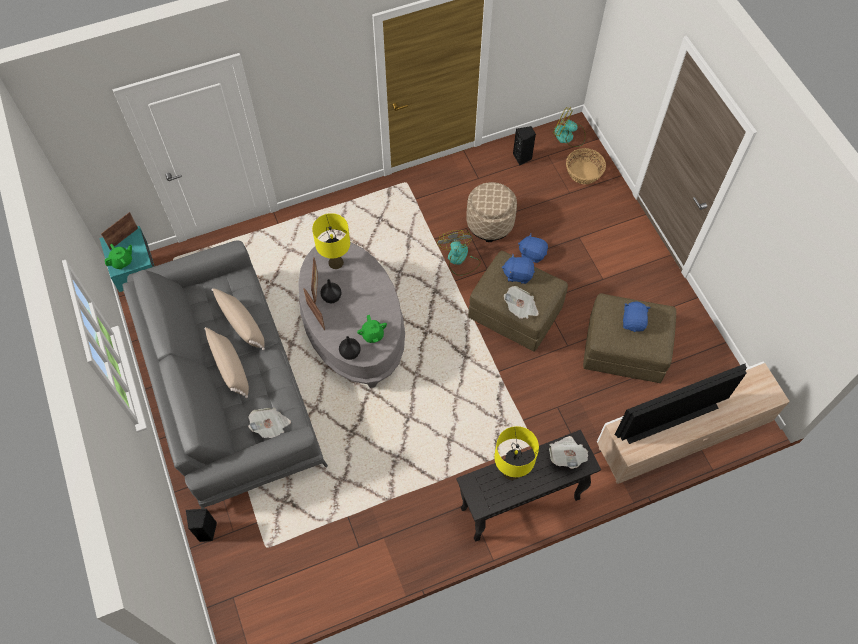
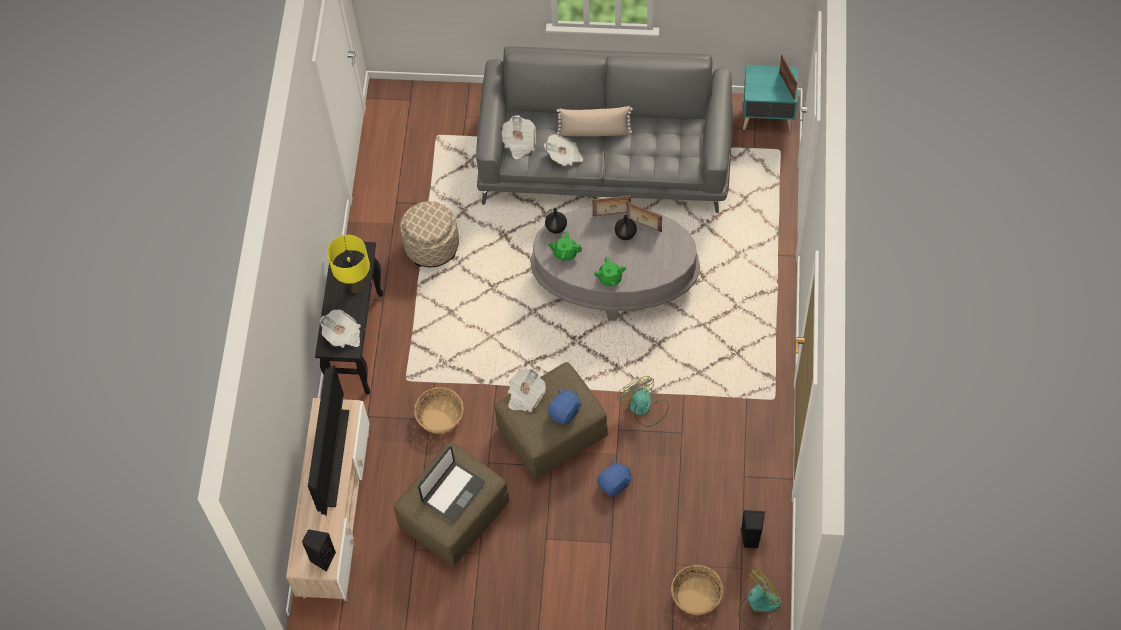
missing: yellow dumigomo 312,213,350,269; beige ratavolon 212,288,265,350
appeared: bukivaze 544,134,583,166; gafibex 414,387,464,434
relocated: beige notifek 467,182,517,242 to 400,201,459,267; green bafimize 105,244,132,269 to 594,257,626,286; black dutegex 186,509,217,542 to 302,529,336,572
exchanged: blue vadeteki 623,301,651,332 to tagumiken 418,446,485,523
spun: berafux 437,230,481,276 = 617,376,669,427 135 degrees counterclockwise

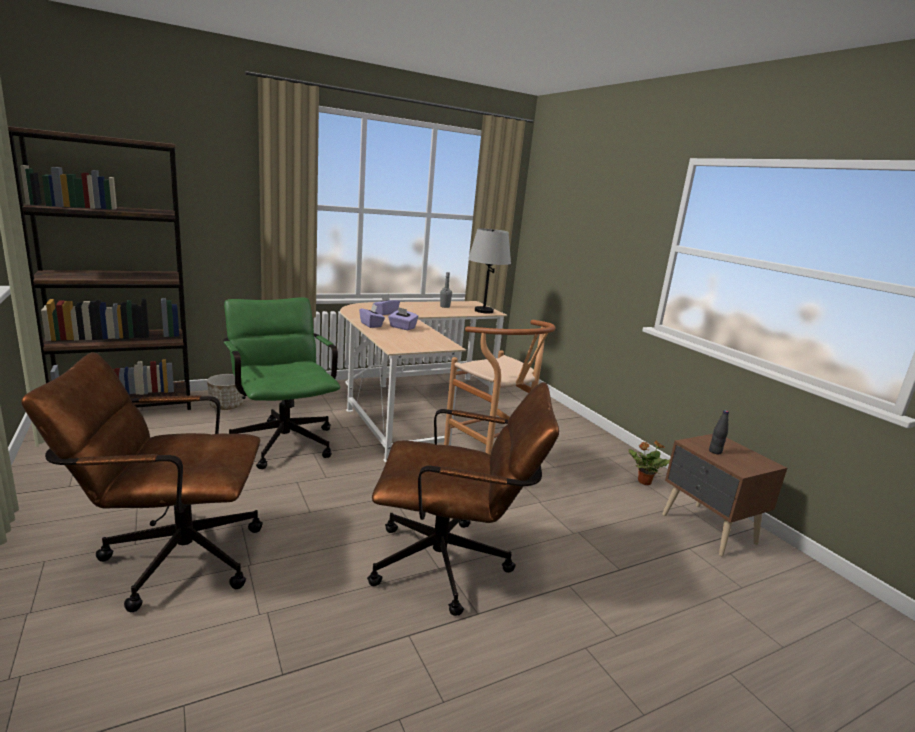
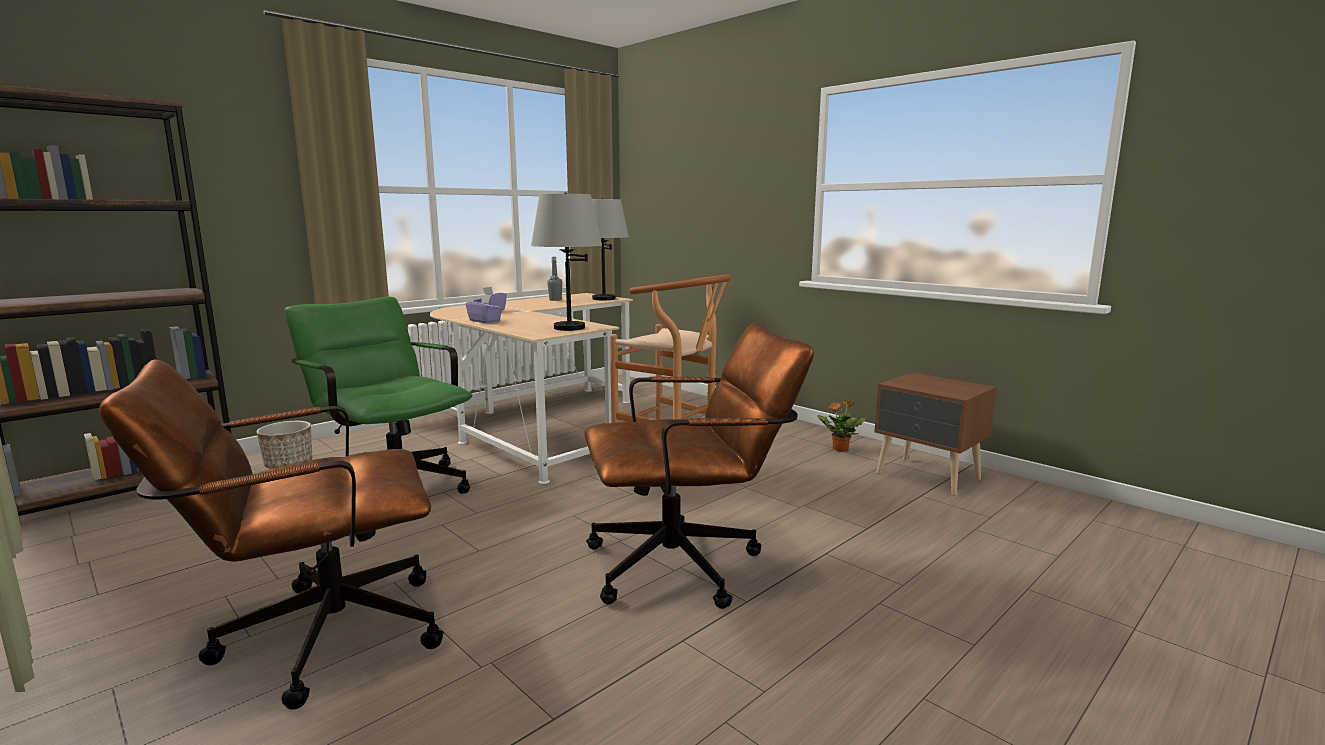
missing: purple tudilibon 388,307,419,330; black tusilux 709,410,729,454
appeared: grey dumigomo 531,192,602,331

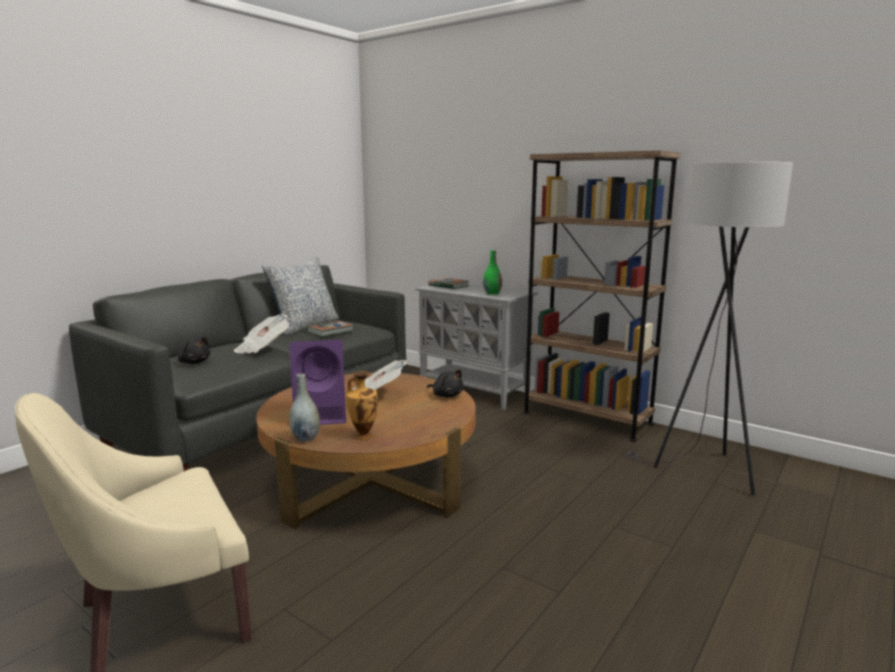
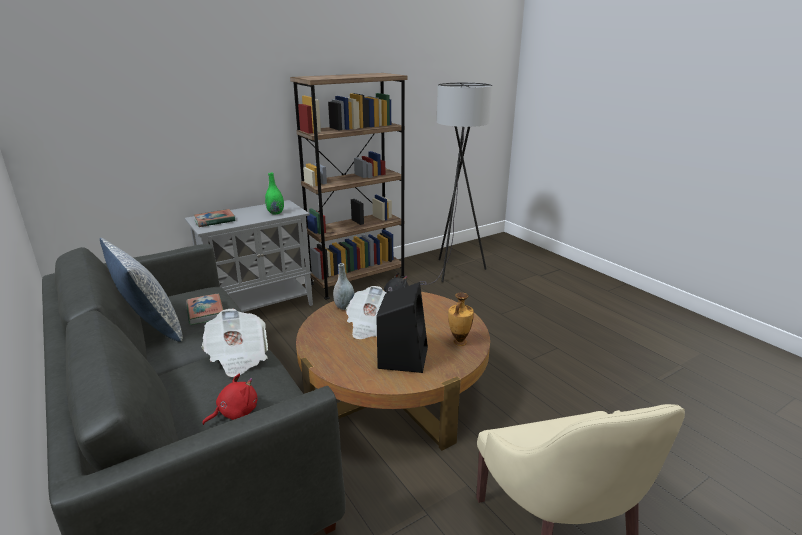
relocated: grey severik 289,374,320,442 to 333,263,355,310
colour: black vadeteki 178,337,211,364 to red vadeteki 202,374,258,425; purple dutegex 289,340,346,425 to black dutegex 376,282,428,373

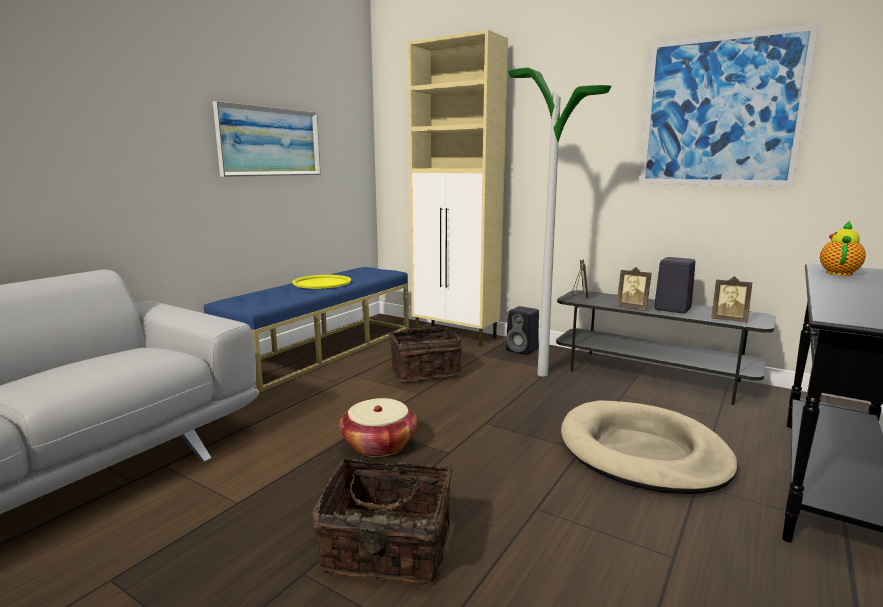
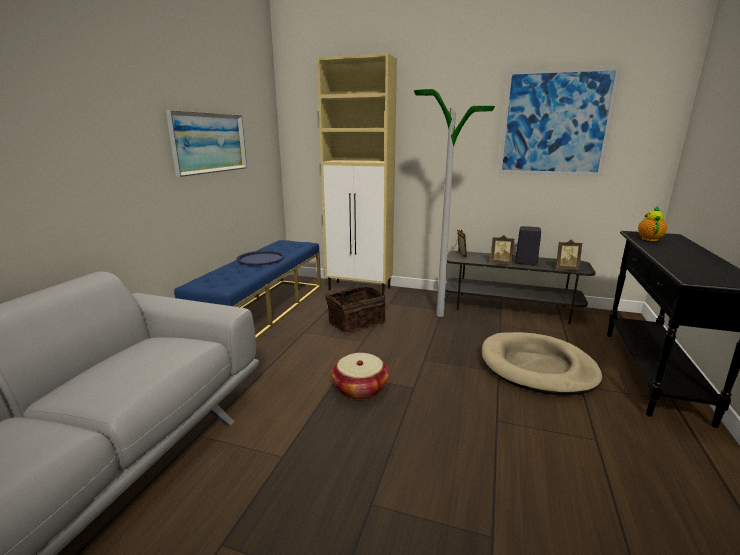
missing: black dutegex 506,306,539,355; gafibex 311,458,452,584
colour: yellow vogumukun 292,275,351,289 to blue vogumukun 236,251,285,266

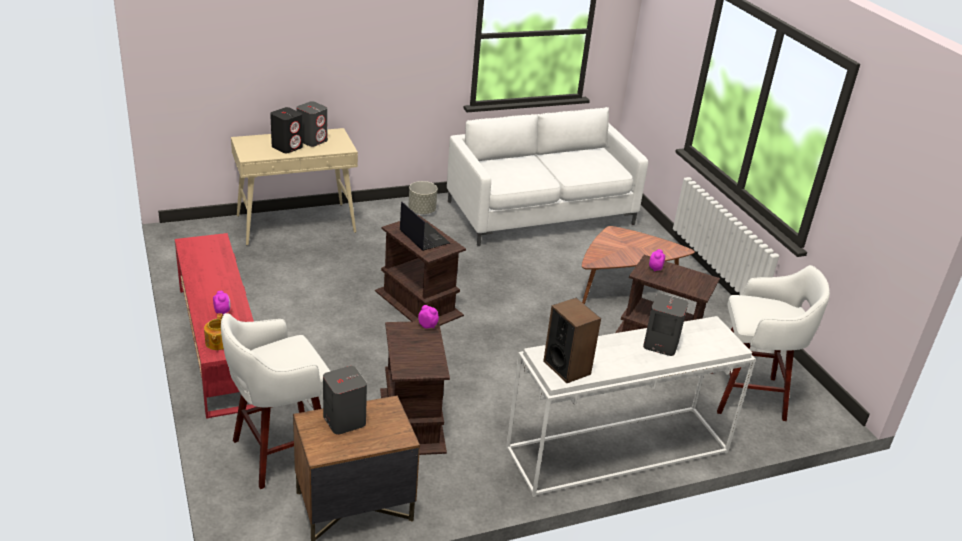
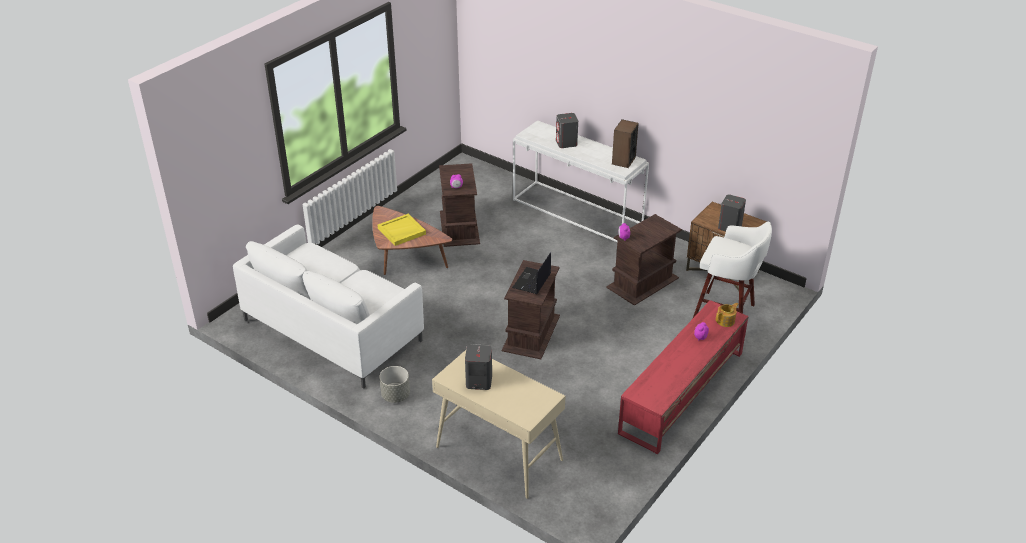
missing: black dutegex 270,107,303,153; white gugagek 711,265,830,421
appeared: yellow vogumukun 378,214,426,246

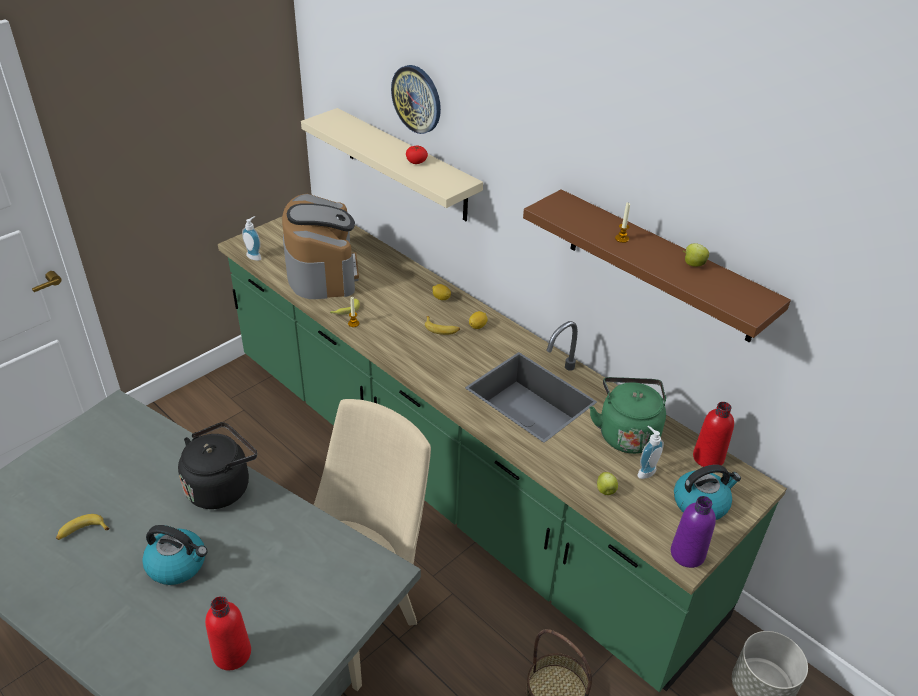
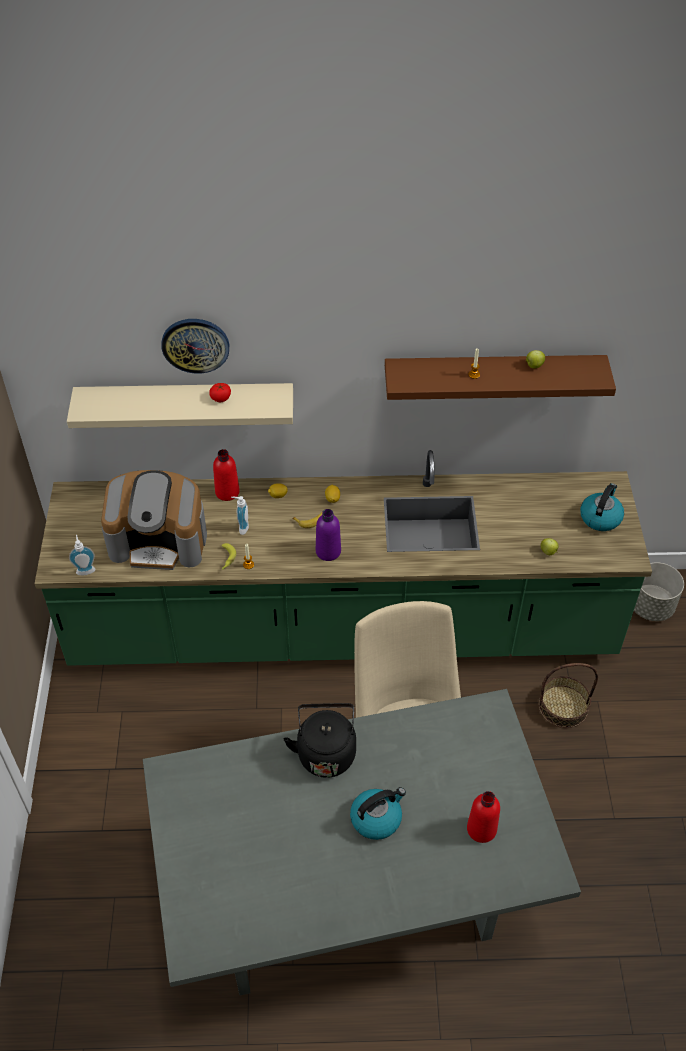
missing: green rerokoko 589,377,666,454; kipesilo 56,514,110,540
relocated: red tusilux 693,402,734,467 to 213,449,240,501; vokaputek 638,426,664,479 to 231,496,249,535; purple tusilux 671,496,716,568 to 316,509,341,561
spun: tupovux 282,194,359,299 = 101,470,207,570 150 degrees clockwise

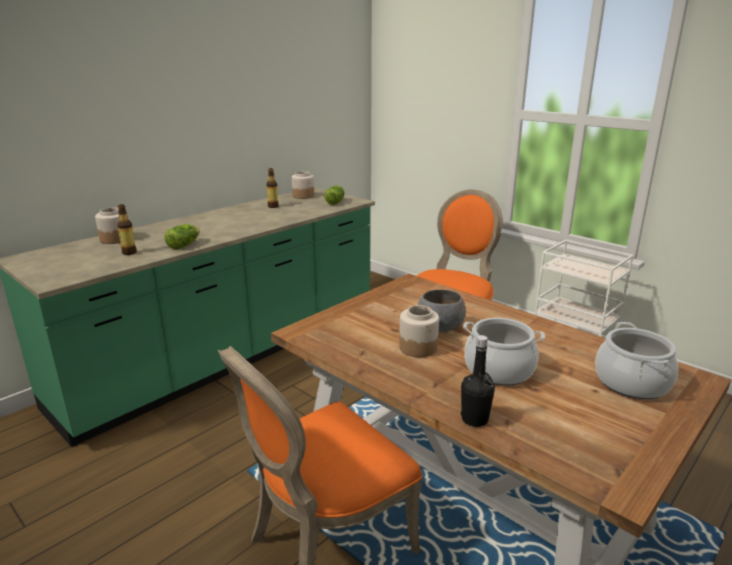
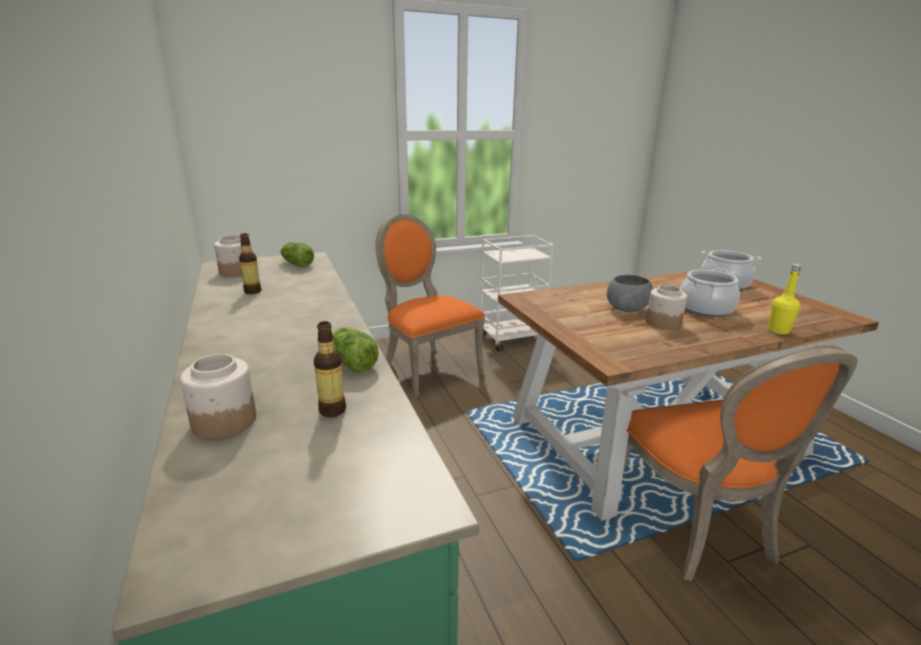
colour: black tusilux 461,335,495,427 to yellow tusilux 768,264,802,334

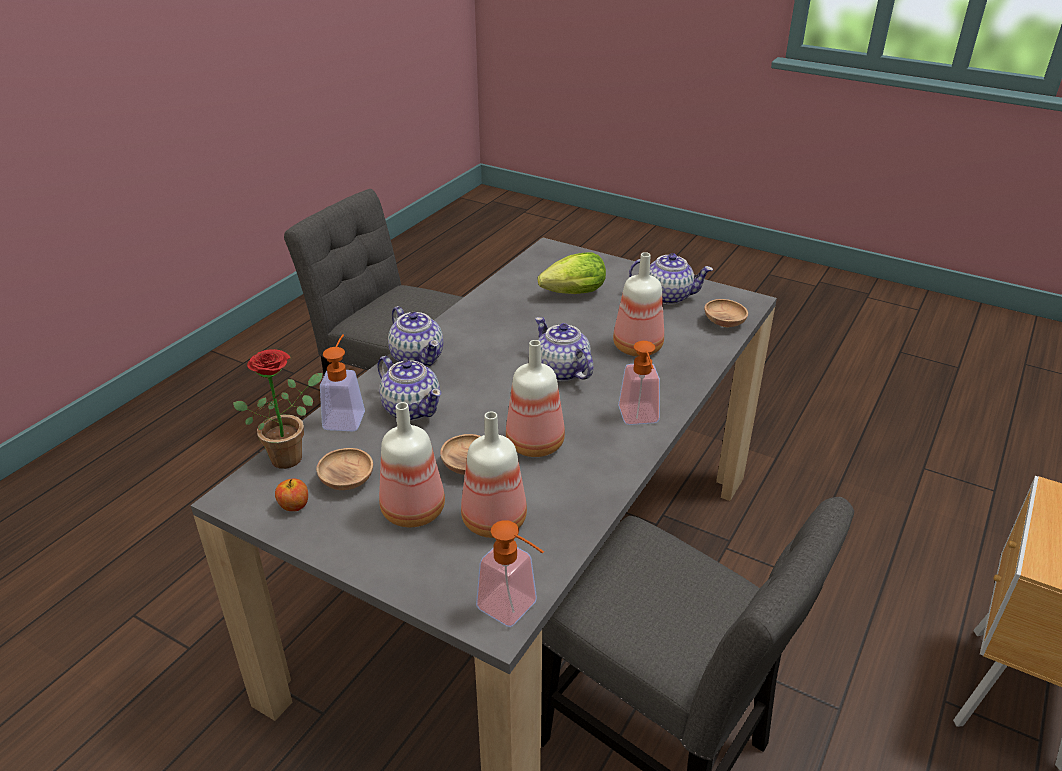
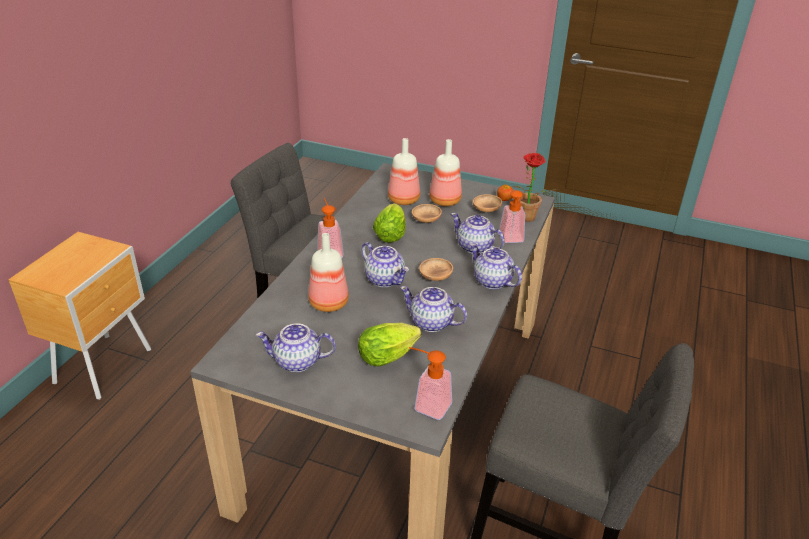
appeared: bafimize 400,286,467,332
relocated: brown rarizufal 704,299,748,327 to 419,258,453,281; vokaputek 476,520,544,627 to 409,347,452,420
exchanged: tusilux 506,340,565,457 to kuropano 373,204,406,243

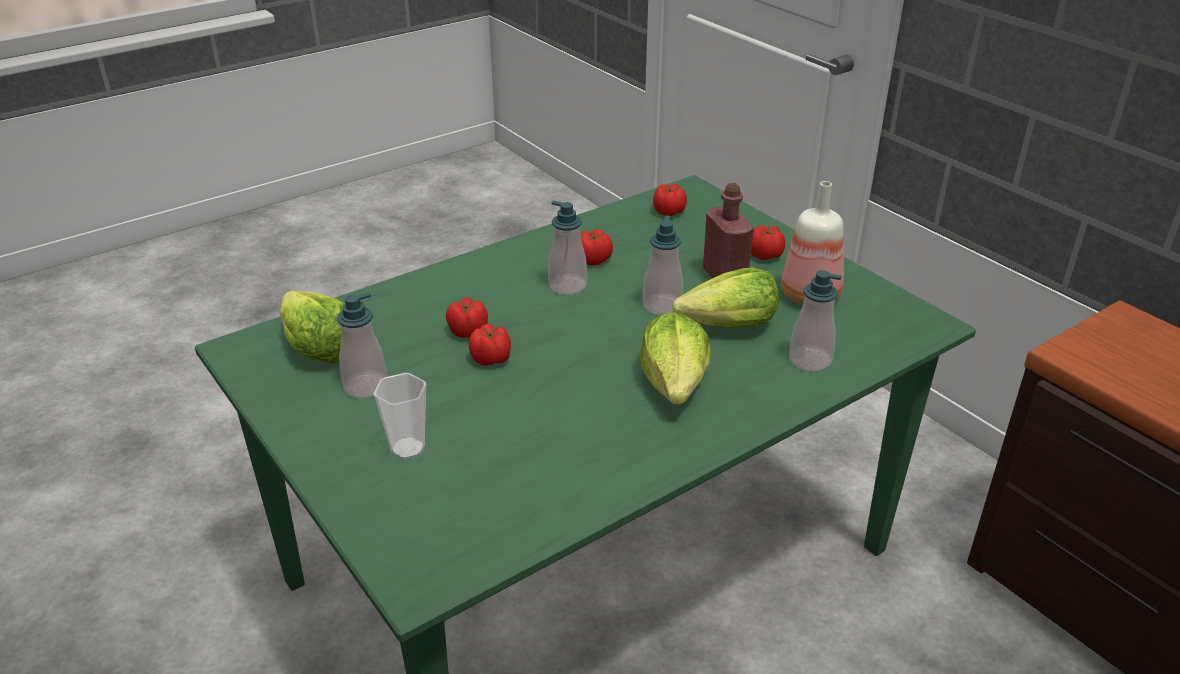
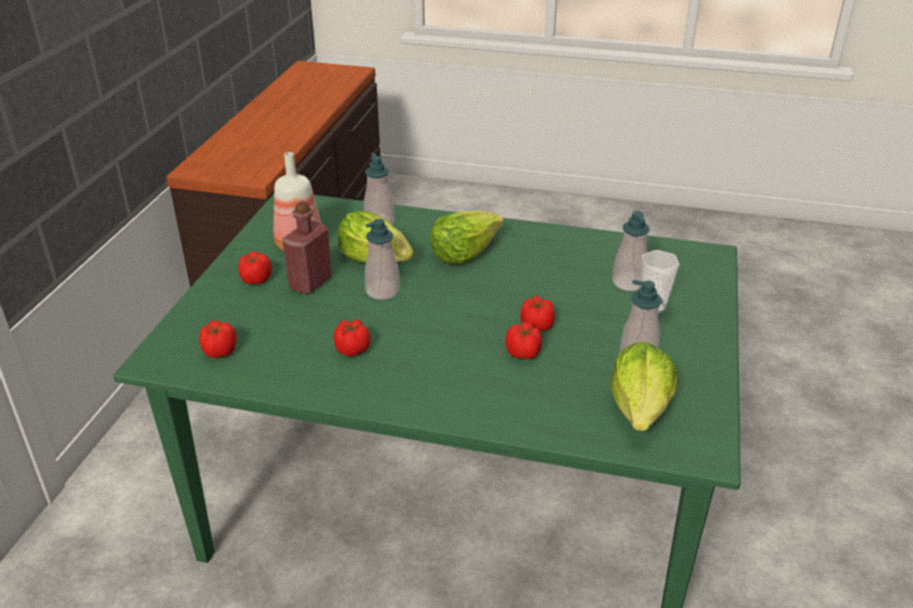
relocated: vokaputek 548,201,587,295 to 612,211,650,291

